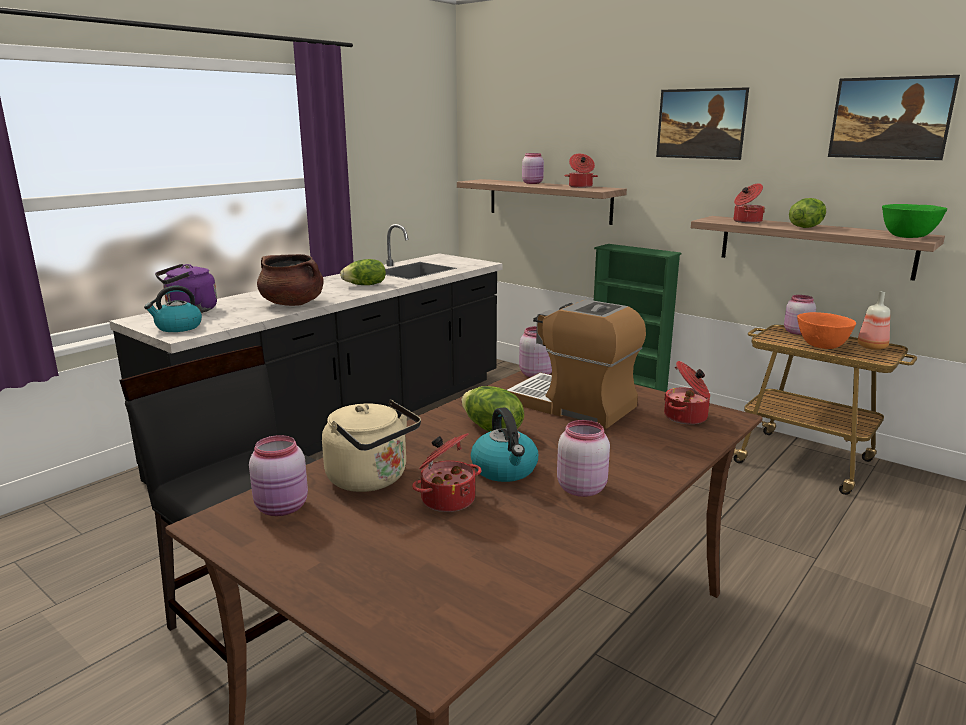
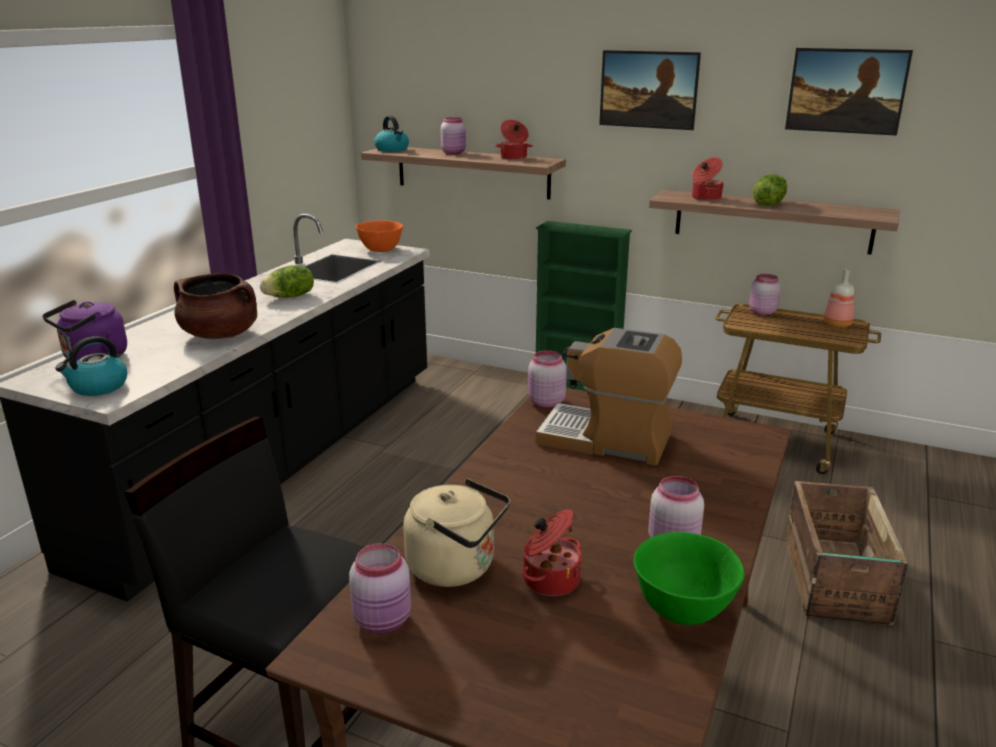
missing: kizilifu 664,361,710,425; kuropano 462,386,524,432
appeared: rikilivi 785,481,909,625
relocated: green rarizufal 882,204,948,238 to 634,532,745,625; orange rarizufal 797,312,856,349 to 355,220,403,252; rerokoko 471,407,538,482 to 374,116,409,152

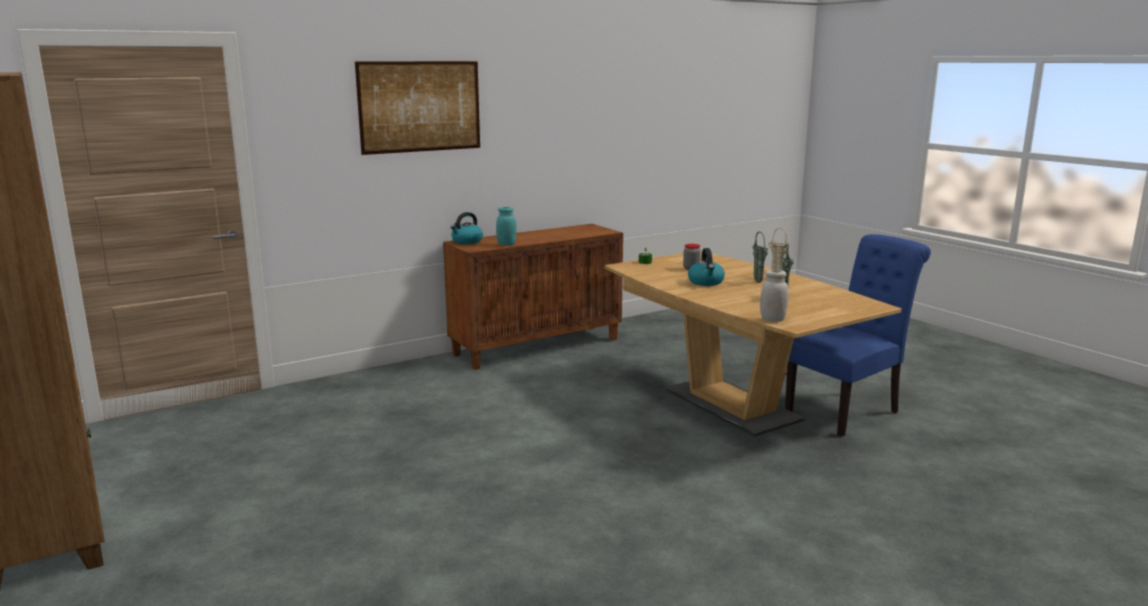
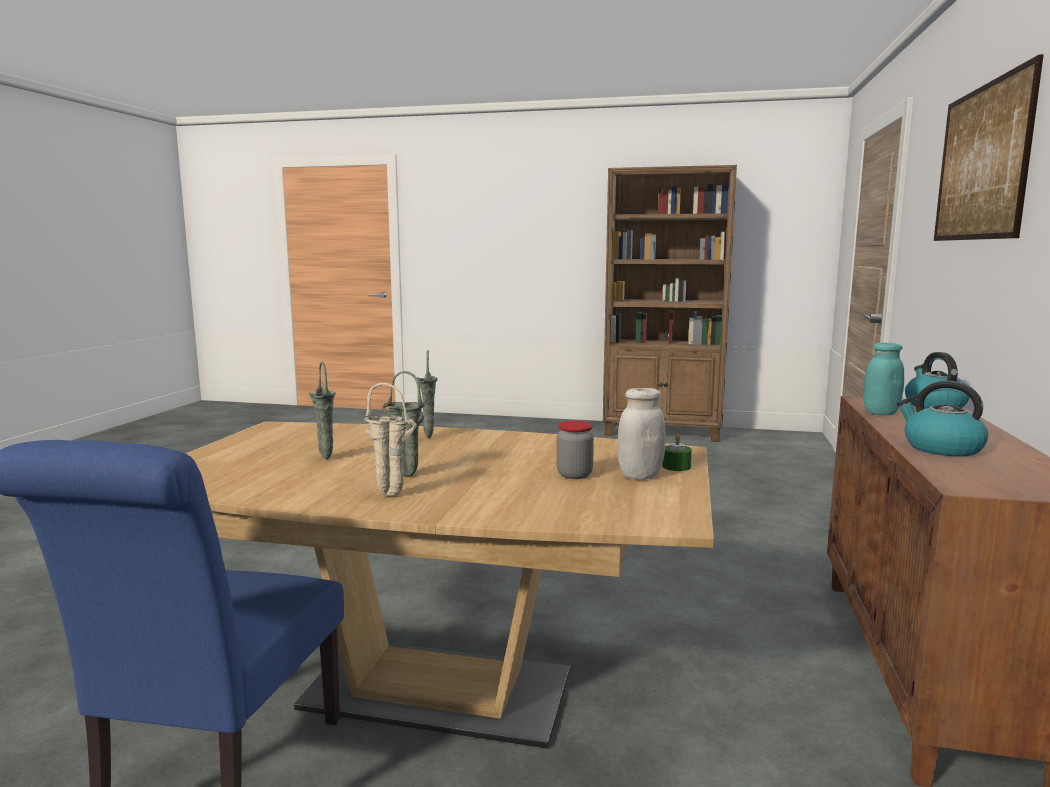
appeared: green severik 417,350,438,438
relocated: rerokoko 688,248,725,286 to 897,381,988,457; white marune 760,270,788,322 to 618,388,666,480

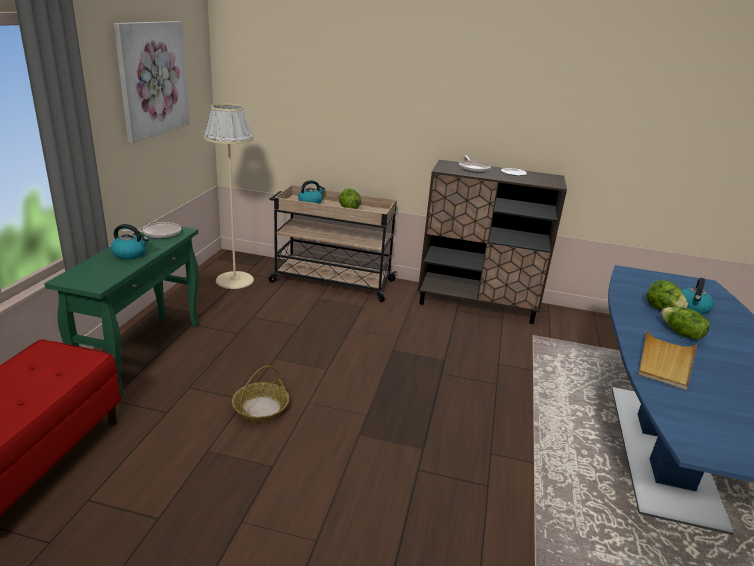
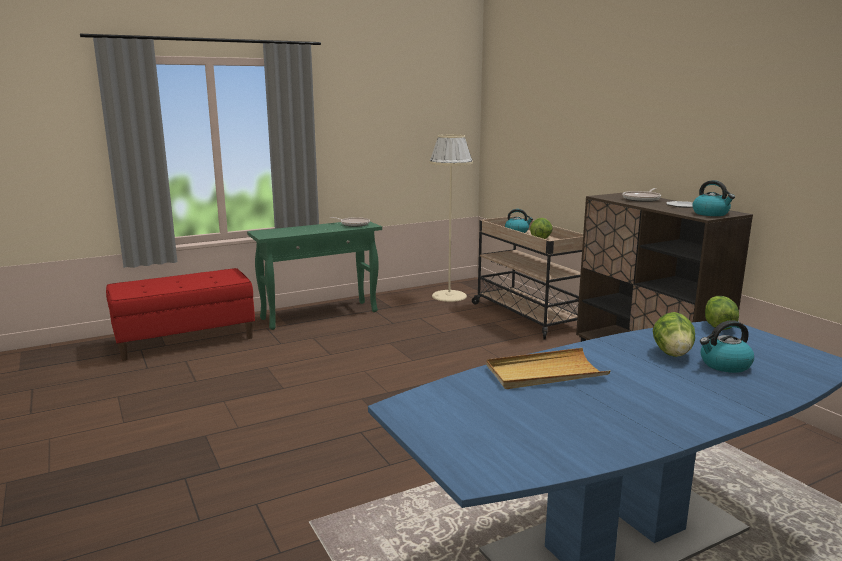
missing: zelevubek 114,21,190,143; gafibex 232,366,289,422
relocated: rerokoko 111,224,149,260 to 693,180,735,216; kuropano 661,307,710,340 to 705,296,739,330

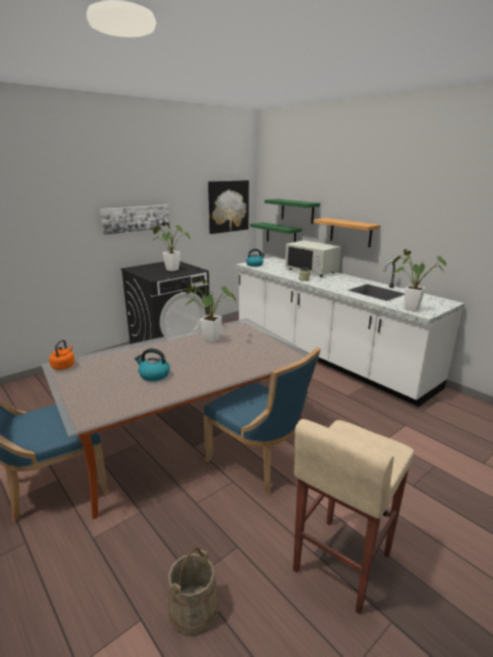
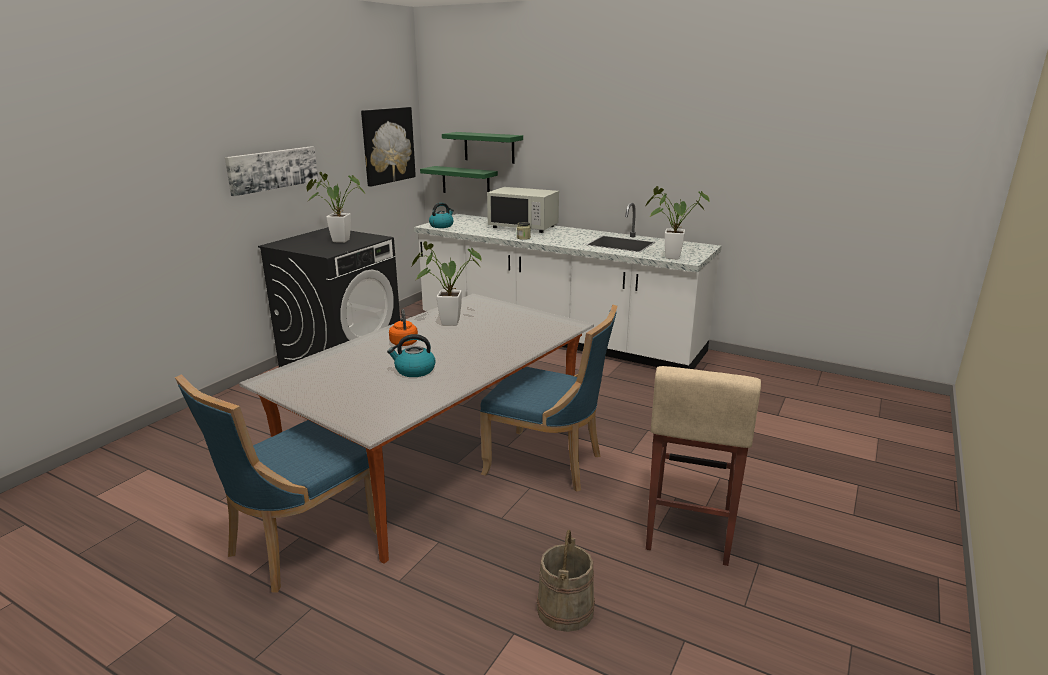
missing: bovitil 313,218,381,247
relocated: orange rerokoko 49,340,75,370 to 389,309,418,346

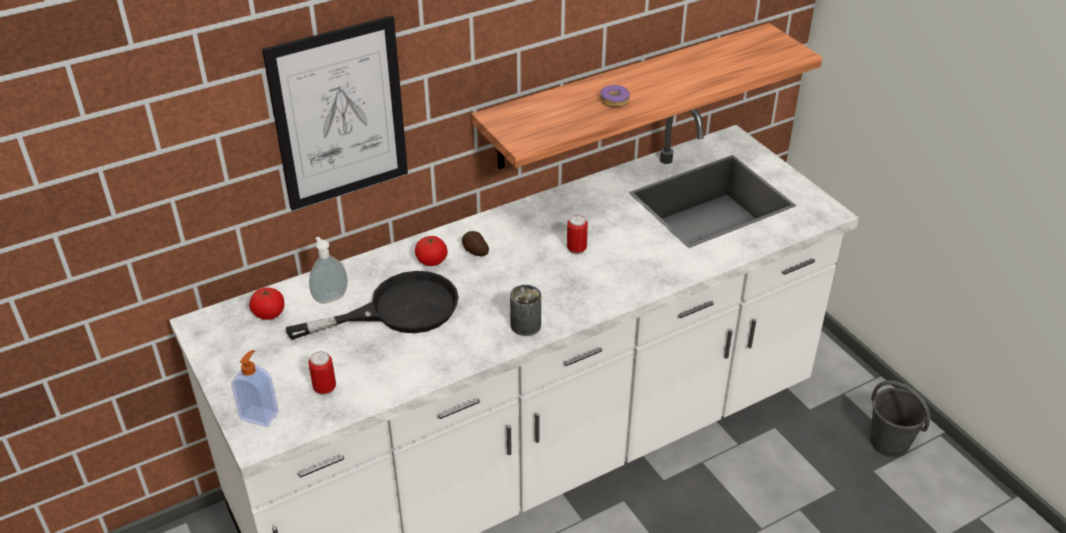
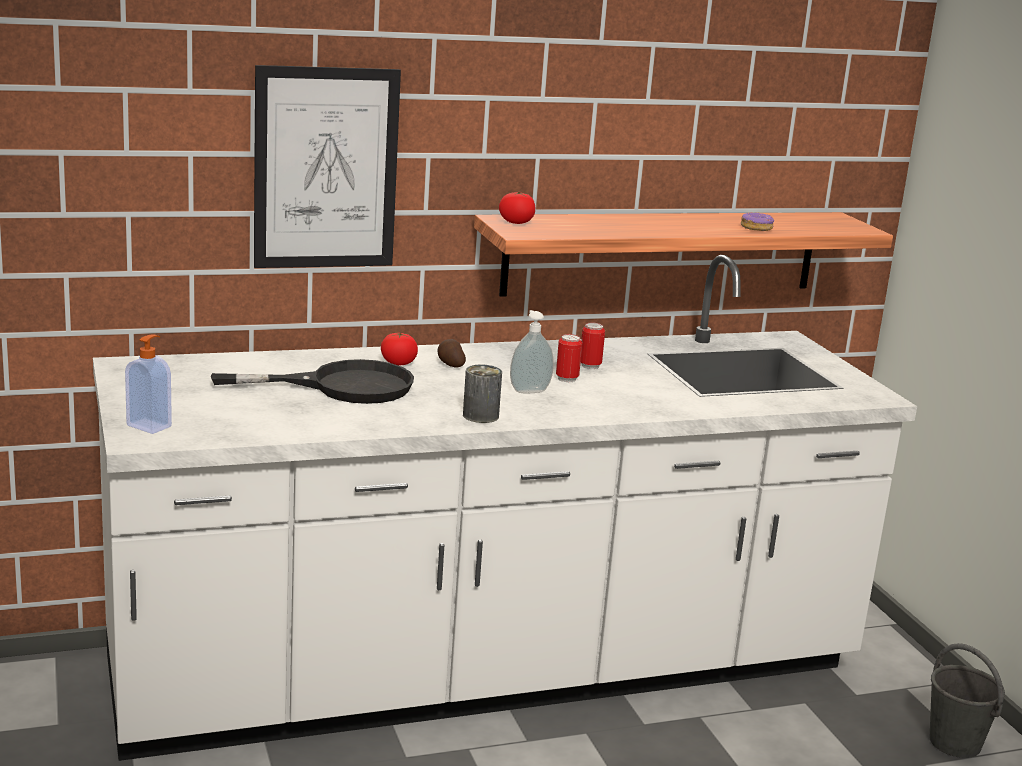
relocated: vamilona 600,85,630,107 to 741,212,774,231; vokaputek 309,237,348,304 to 510,310,554,393; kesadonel 249,288,284,320 to 499,192,535,224; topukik 309,351,336,395 to 581,322,605,369

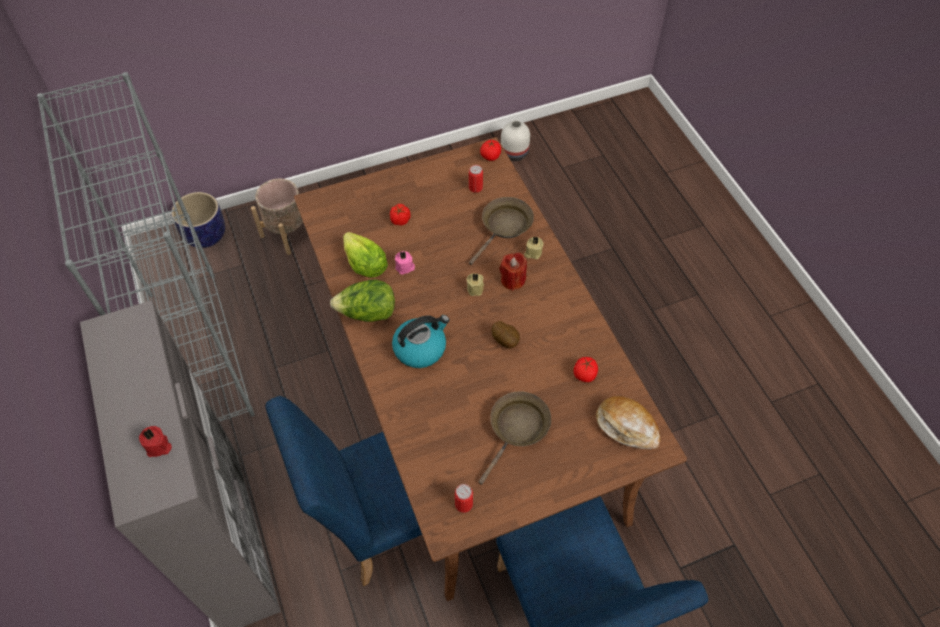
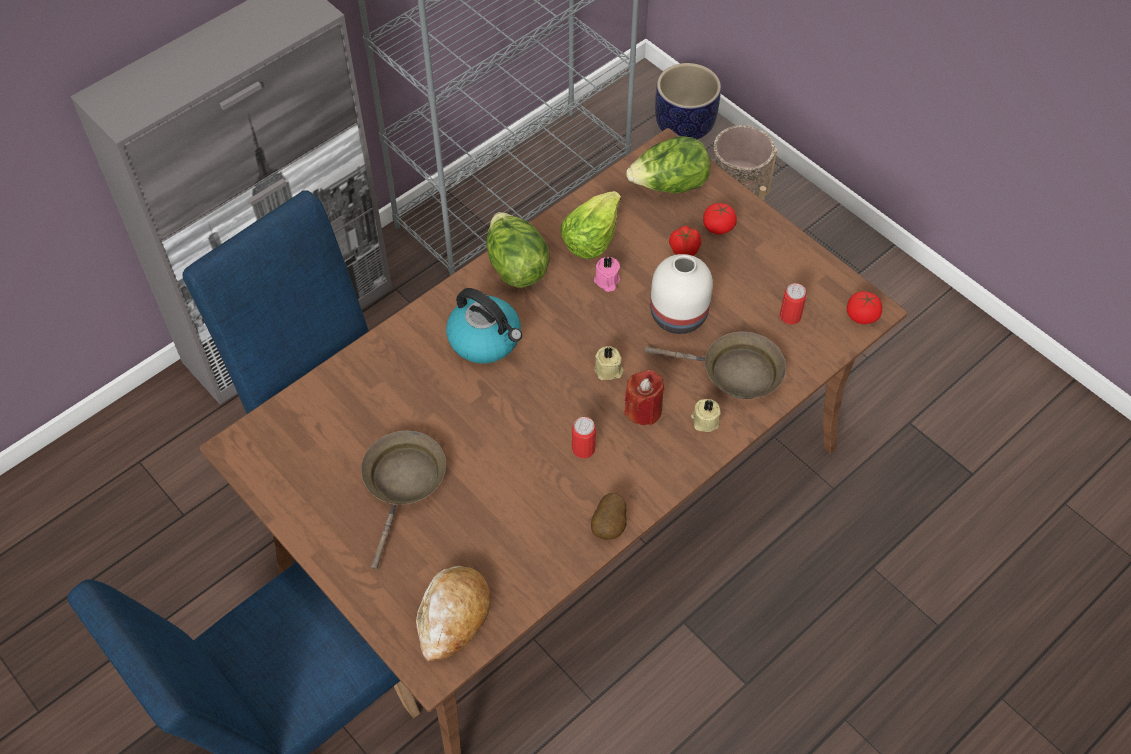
missing: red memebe 139,426,172,457
appeared: kuropano 626,136,710,194
relocated: white severik 501,120,530,161 to 650,254,713,334; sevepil 491,321,520,349 to 591,493,627,540; kesadonel 574,357,598,382 to 703,203,737,235; topukik 455,484,473,513 to 572,417,596,459
spun: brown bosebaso 478,391,551,485 = 361,431,446,570 90 degrees counterclockwise

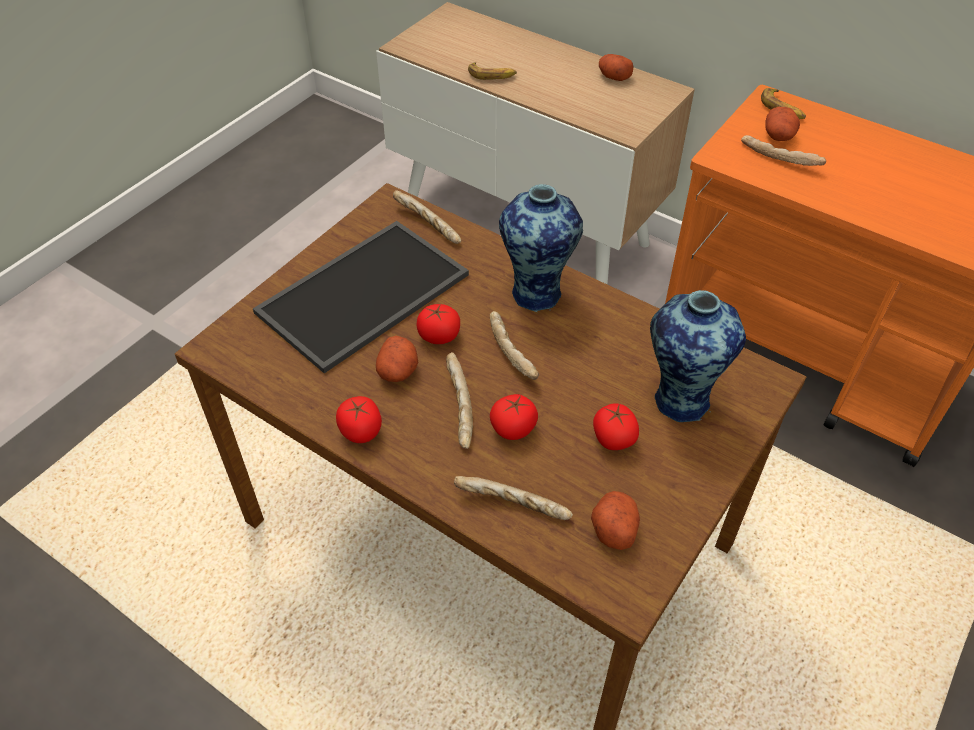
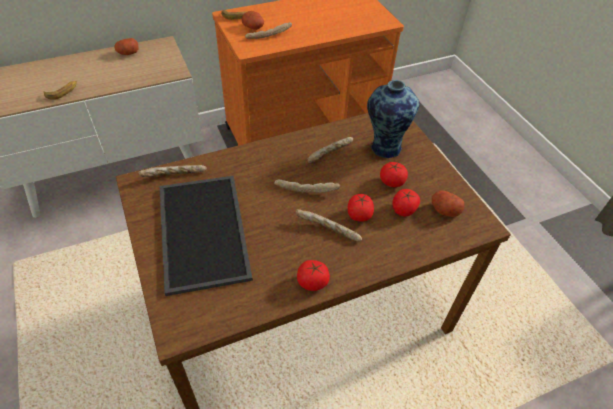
missing: severik 499,184,583,312; sevepil 376,336,418,382
relocated: kesadonel 417,304,460,344 to 392,189,420,216; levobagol 454,476,573,520 to 308,137,353,163

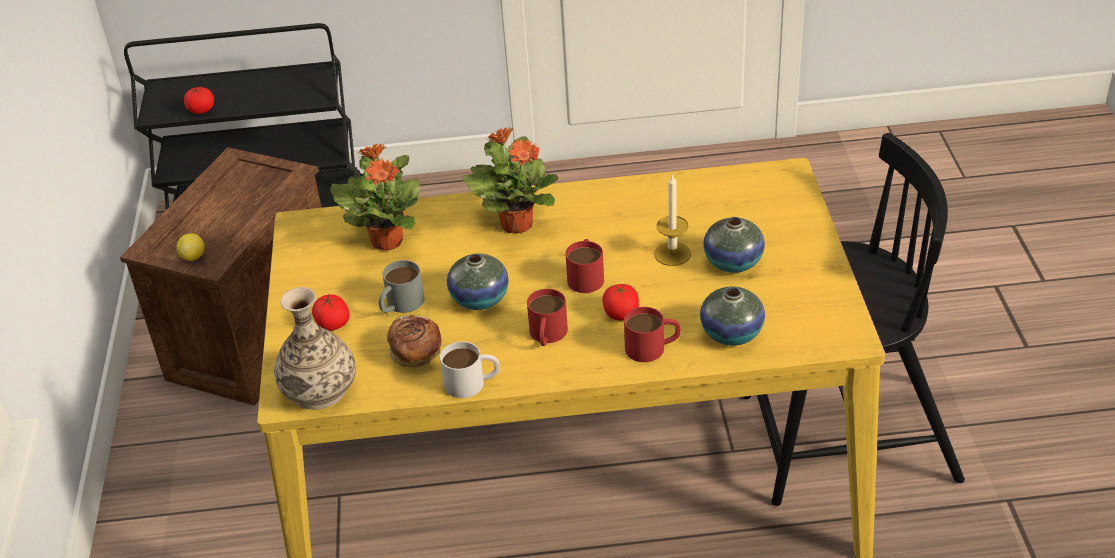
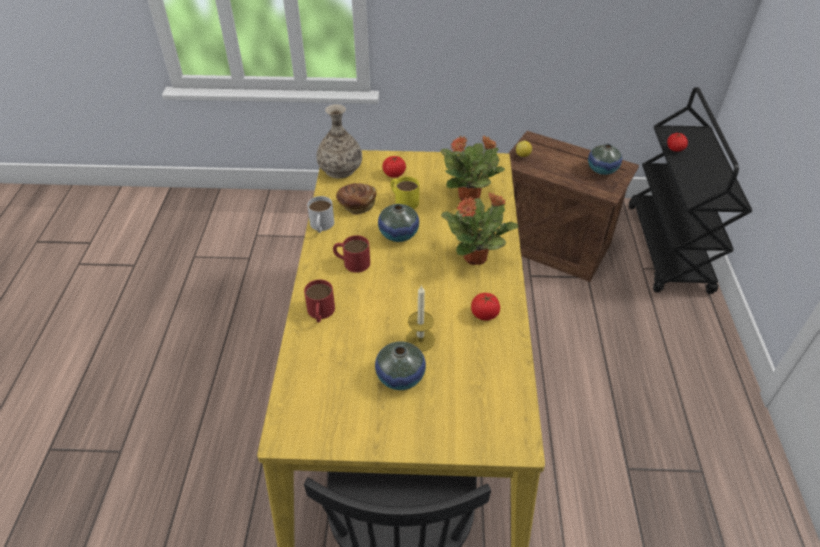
missing: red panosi 565,239,604,293
relocated: kesadonel 603,284,639,320 to 471,293,500,321; severik 700,286,765,346 to 588,144,622,175
colour: grey panosi 379,260,424,313 to yellow panosi 391,177,419,209

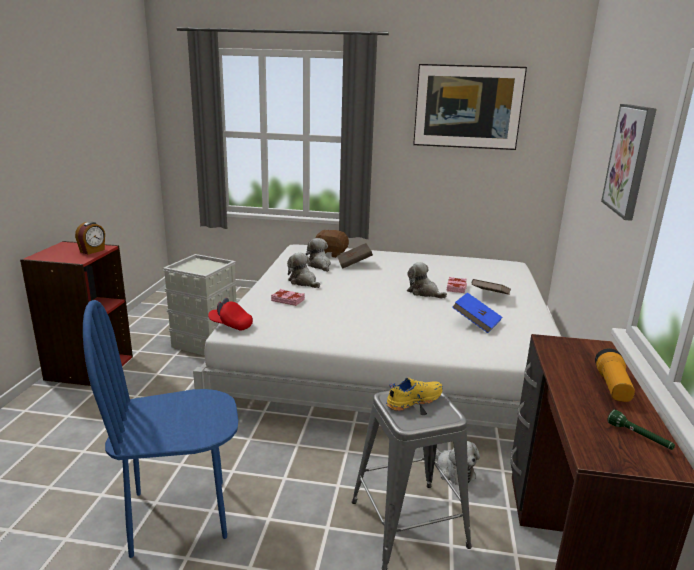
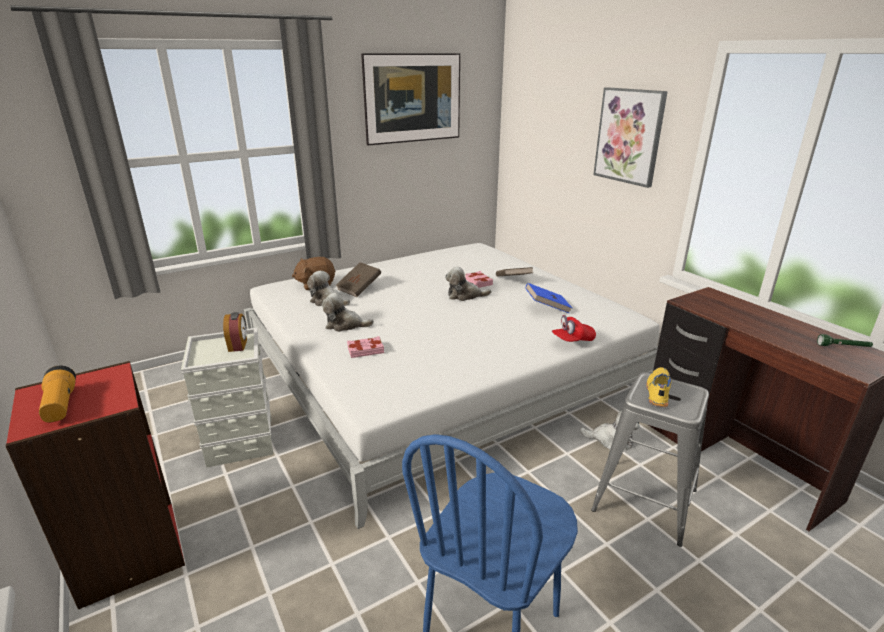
relocated: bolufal 75,222,105,255 to 223,312,247,352; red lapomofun 208,298,253,330 to 552,315,596,342; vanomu 595,348,635,402 to 39,366,76,422

